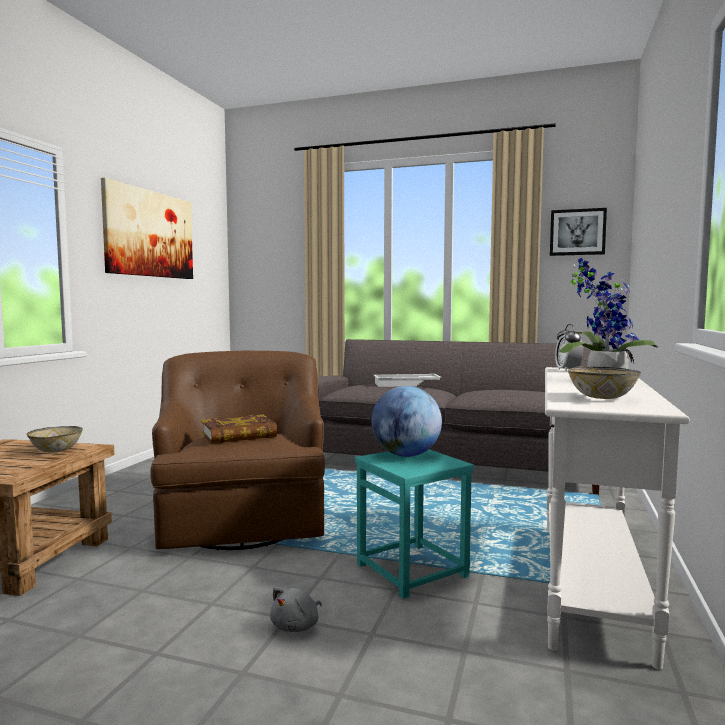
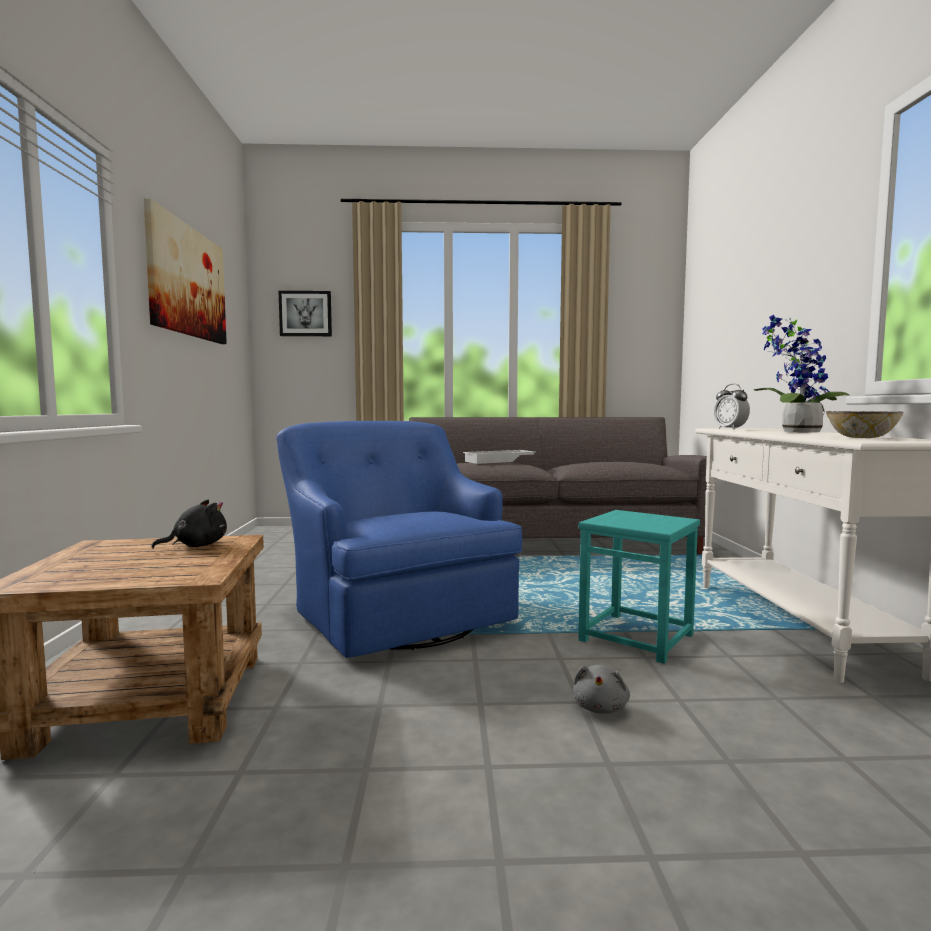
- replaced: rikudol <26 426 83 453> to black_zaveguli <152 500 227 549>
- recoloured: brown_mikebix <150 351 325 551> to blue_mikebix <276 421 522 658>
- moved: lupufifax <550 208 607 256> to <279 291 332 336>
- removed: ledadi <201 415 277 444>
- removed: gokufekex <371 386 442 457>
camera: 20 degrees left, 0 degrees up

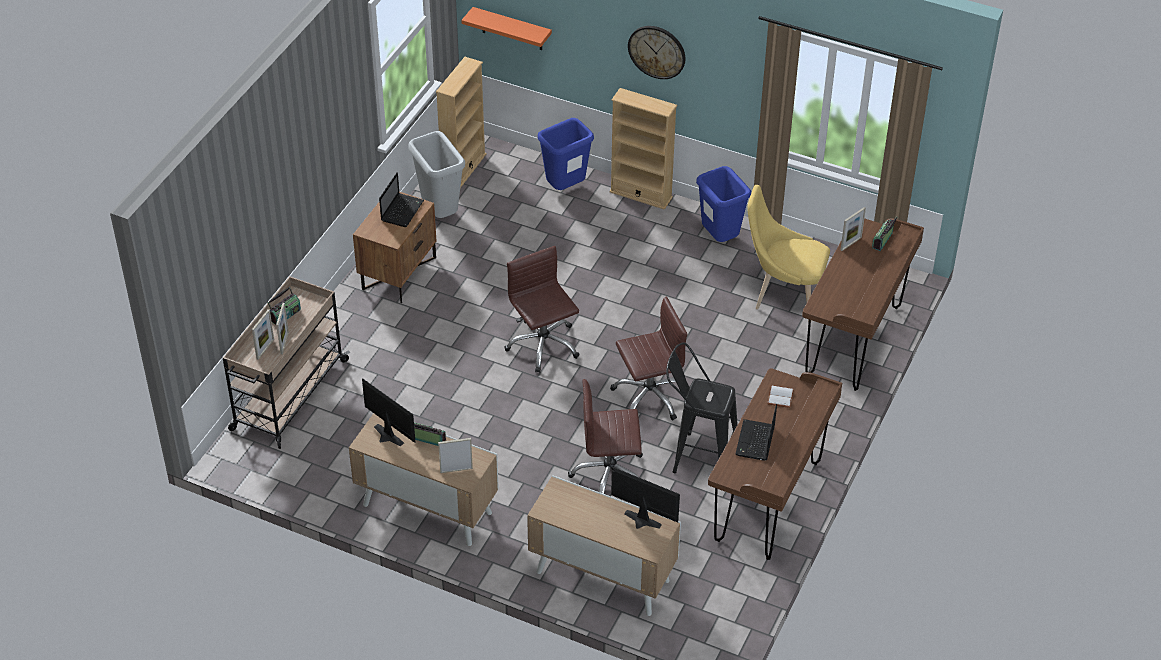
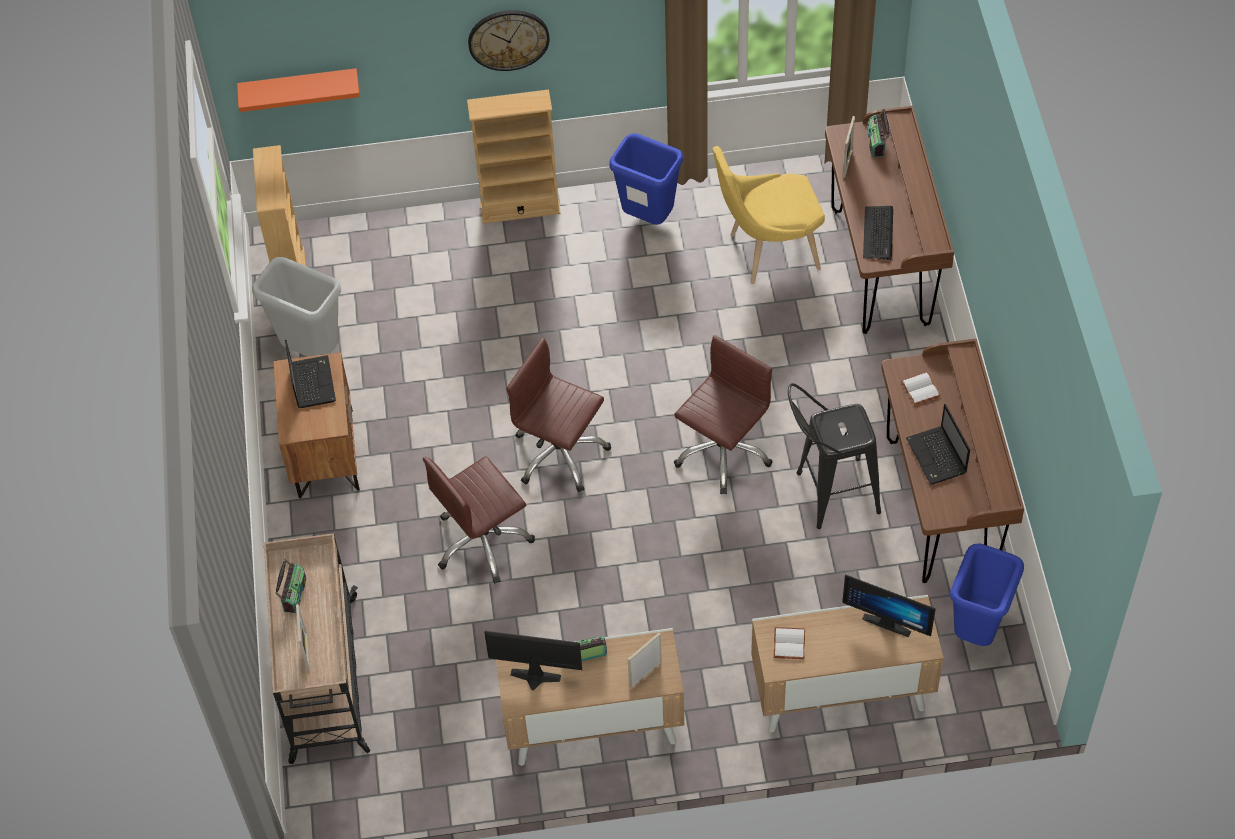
- moved: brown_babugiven <568 379 643 494> to <423 456 535 583>
- added: white_ledadi <774 627 805 659>
- turned: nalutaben <611 467 680 529> = <842 575 936 637> 150 degrees counterclockwise
- added: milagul <863 206 893 260>
- moved: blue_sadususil <538 118 594 190> to <950 543 1024 646>
- removed: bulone <276 303 289 355>
camera: 30 degrees left, 10 degrees up

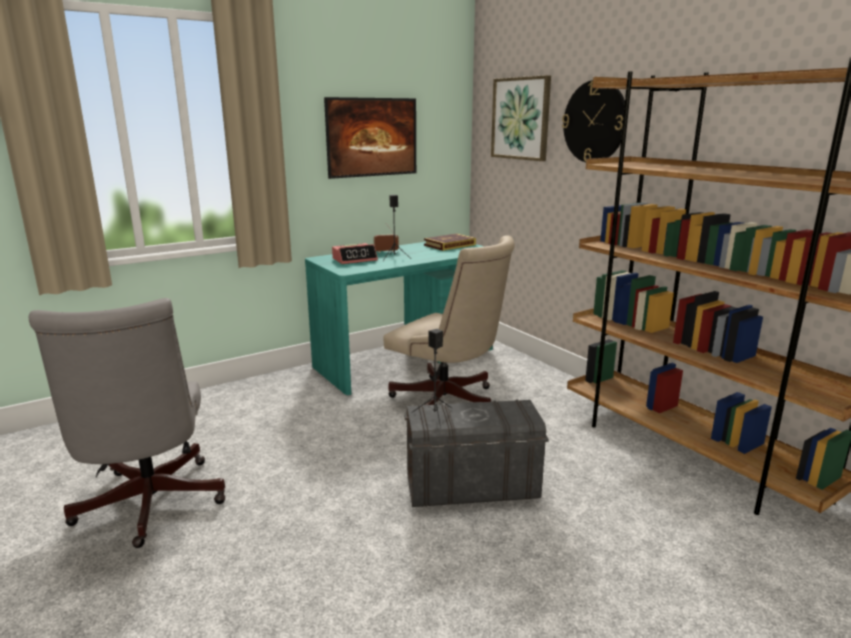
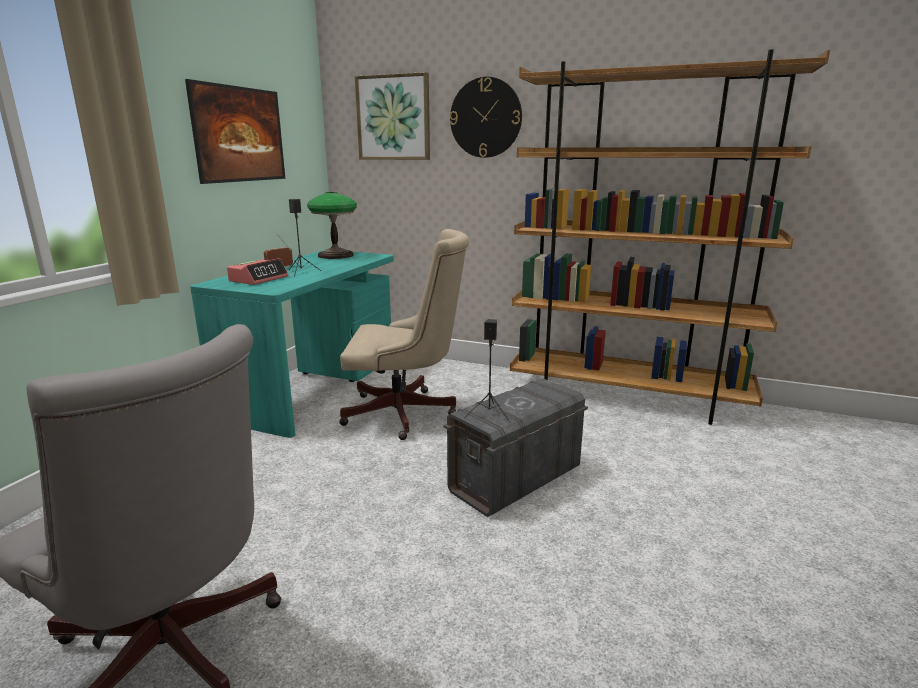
- replaced: ledadi <424 233 476 251> to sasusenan <307 192 357 259>
camera: 35 degrees left, 0 degrees up

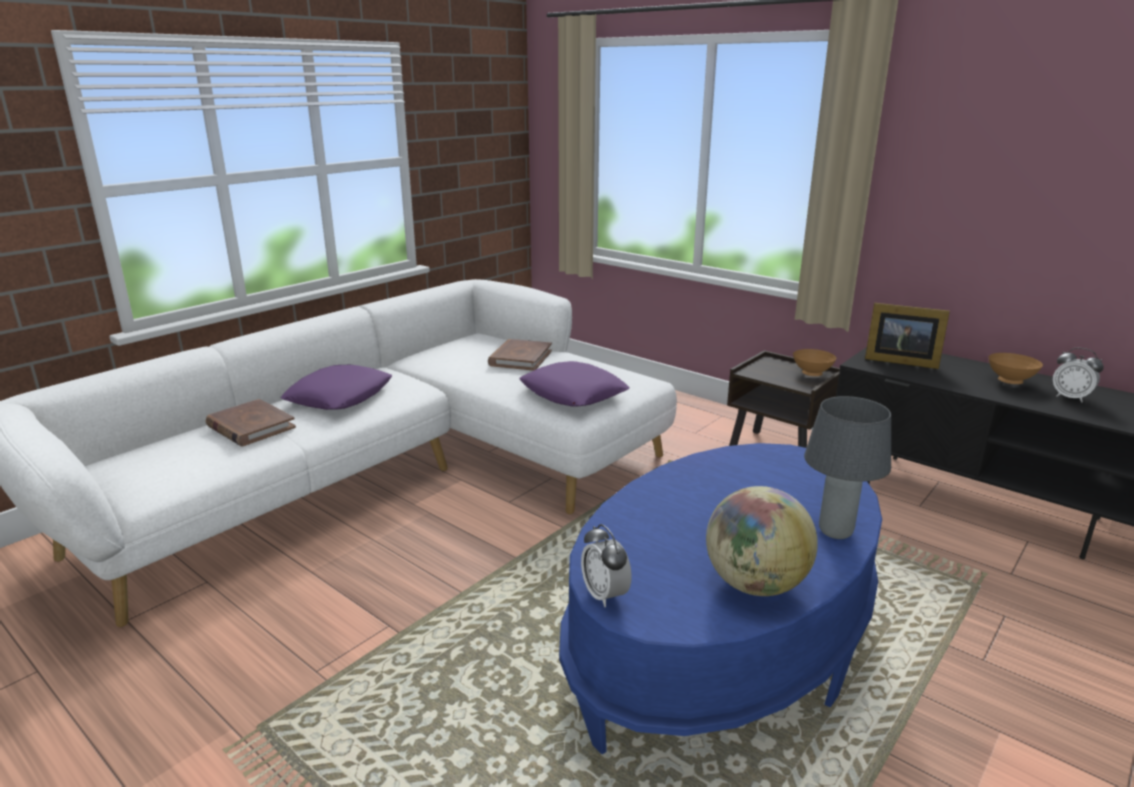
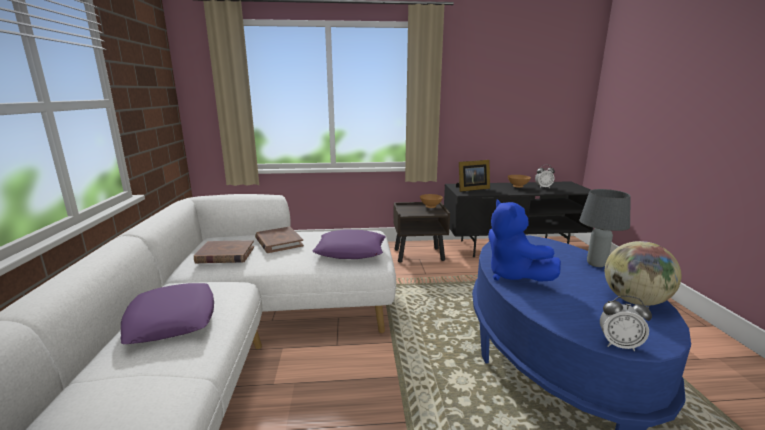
- moved: brown_ledadi <206 399 296 446> to <194 240 254 264>
- added: blue_zaveguli <488 200 561 282>
camera: 45 degrees left, 5 degrees down

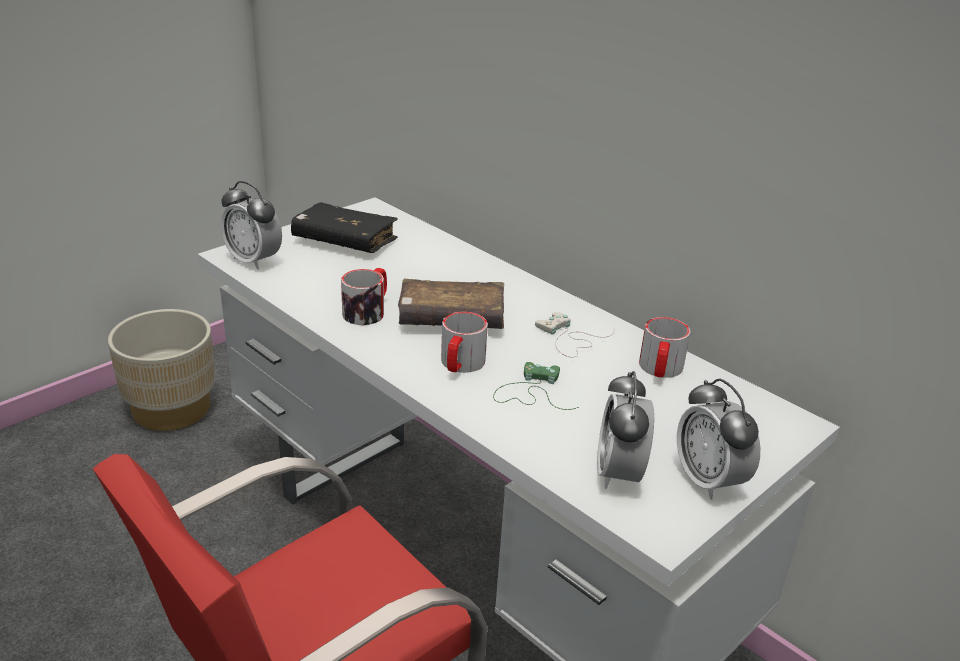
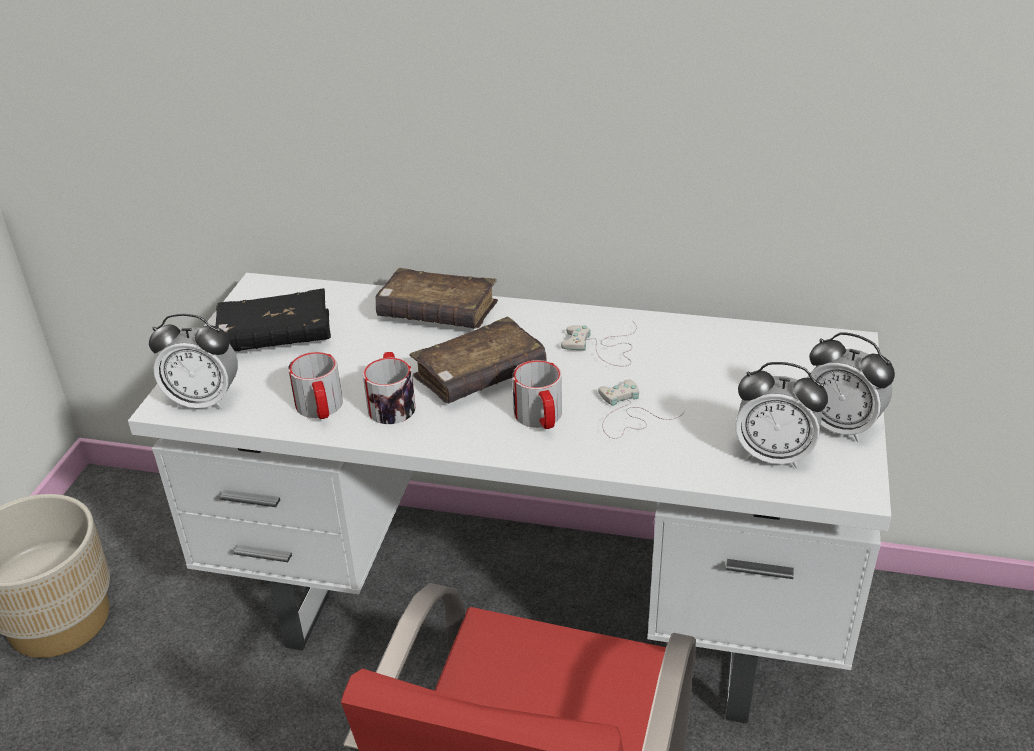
- moved: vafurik <639 317 690 378> to <288 352 343 419>
- added: brown_ledadi <375 268 498 329>
- recoloured: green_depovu <493 362 579 410> to white_depovu <598 379 685 439>
- turned: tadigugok <597 371 654 489> = <736 362 828 468> 45 degrees counterclockwise
camera: 30 degrees left, 5 degrees up

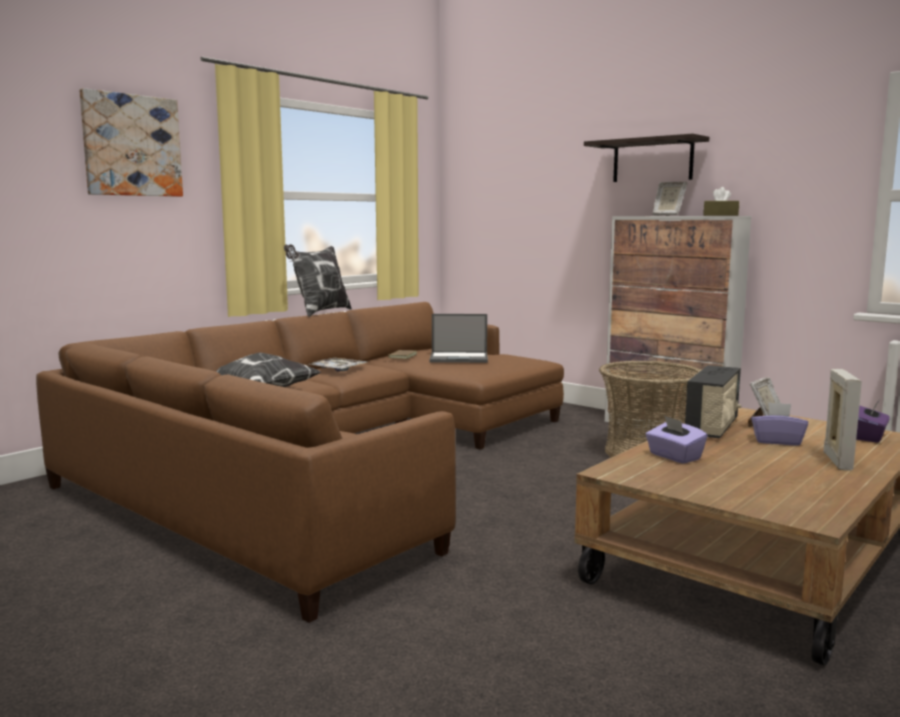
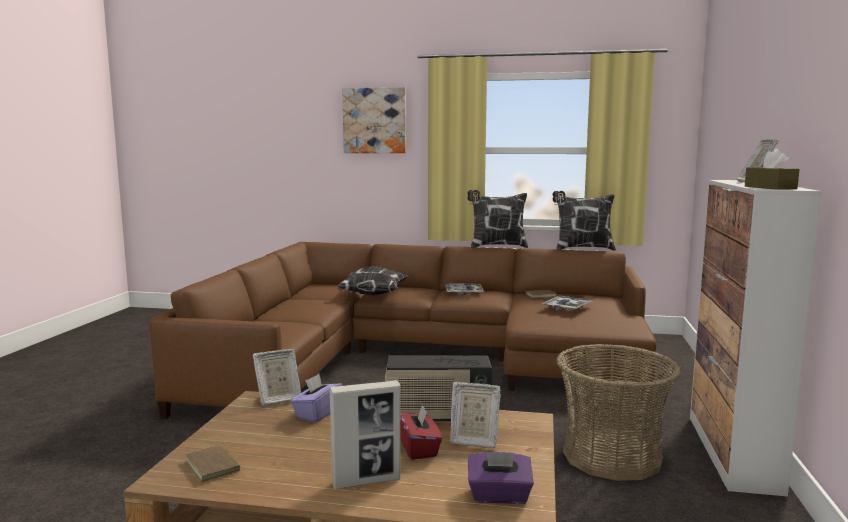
- added: brown_ledadi <185 442 240 482>
- added: bulone <253 349 301 406>
- recoloured: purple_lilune <751 402 808 446> to red_lilune <400 404 442 460>
- replaced: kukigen <430 314 488 363> to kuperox <542 295 593 310>
- added: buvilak <552 191 616 251>
- removed: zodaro <584 134 709 182>
camera: 60 degrees right, 0 degrees up

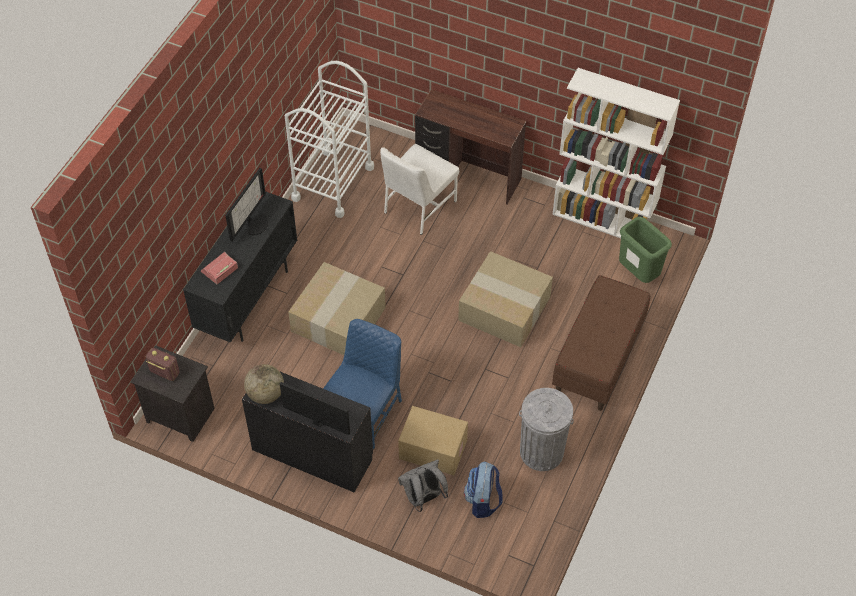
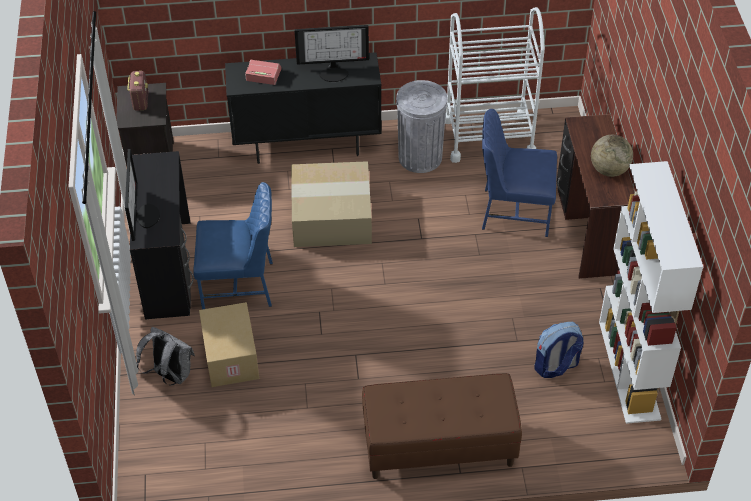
- moved: grey_sadususil <519 388 574 471> to <396 80 447 173>
- recoloured: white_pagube <380 144 459 235> to blue_pagube <482 109 557 237>
- moved: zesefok <464 461 503 518> to <534 322 584 378>
- moved: gokufekex <244 364 284 404> to <591 135 633 177>
- removed: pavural <458 251 553 347>
- removed: green_sadususil <619 217 672 283>
camera: 60 degrees right, 5 degrees down

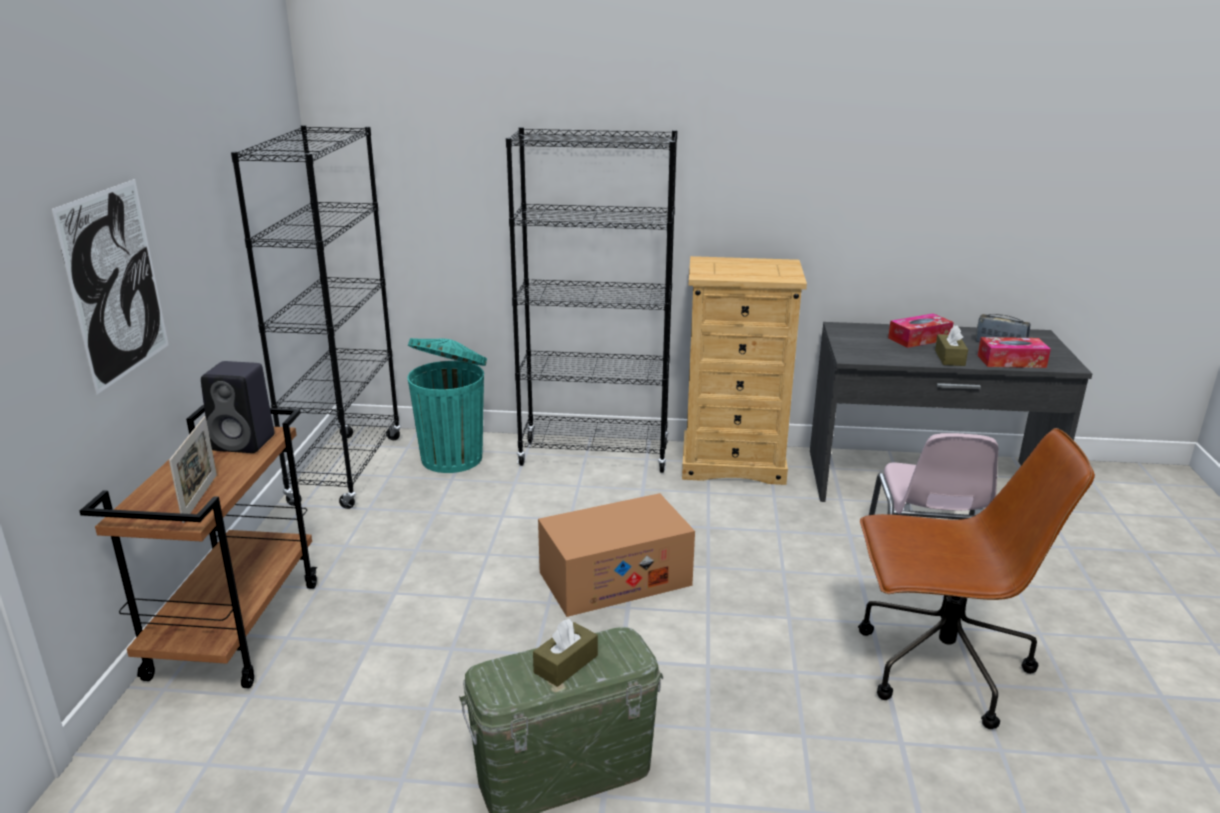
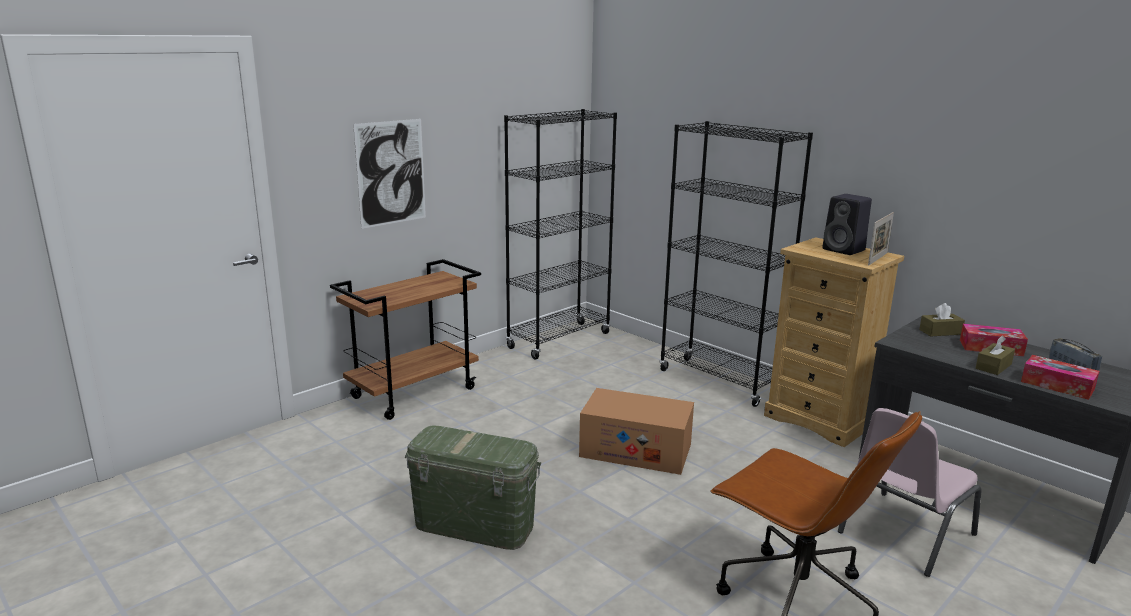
- moved: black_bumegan <201 361 275 453> to <822 194 872 255>
- moved: bulone <169 416 217 523> to <868 212 894 266>
- moved: brown_lilune <533 619 598 687> to <919 303 965 336>
- removed: turquoise_sadususil <407 338 487 473>
camera: 40 degrees right, 5 degrees down

